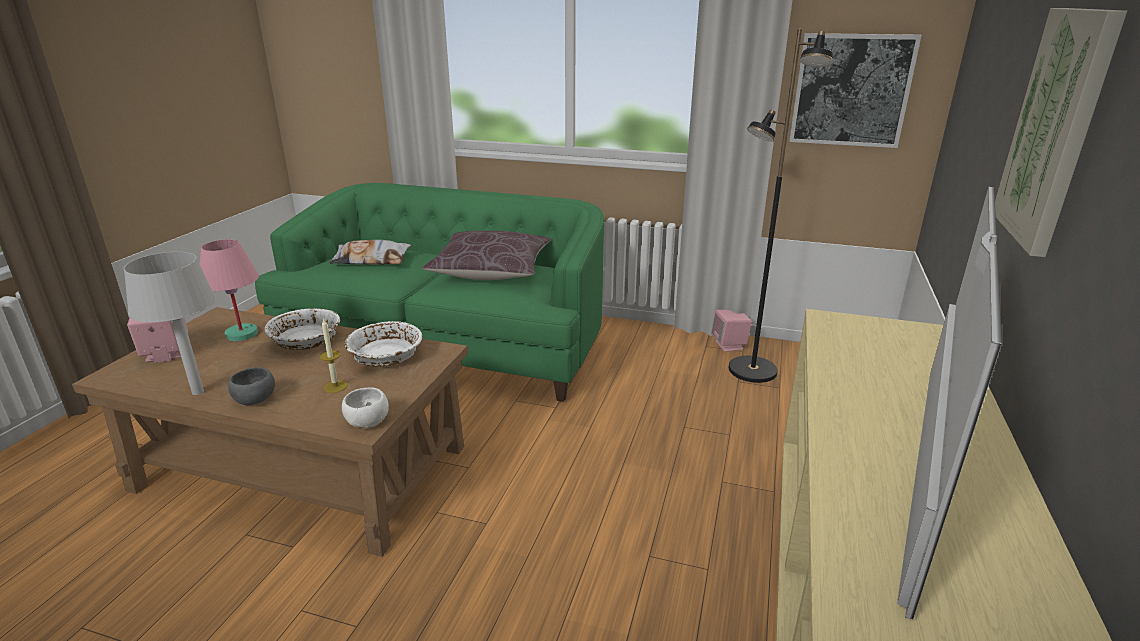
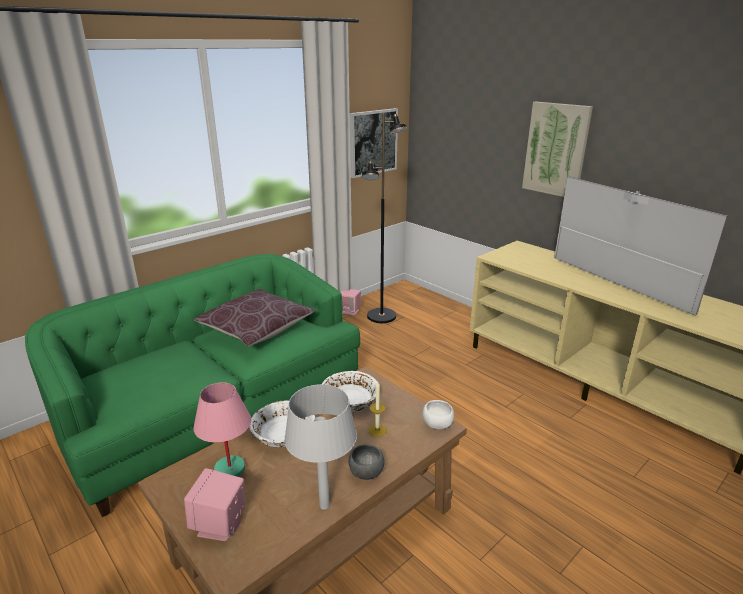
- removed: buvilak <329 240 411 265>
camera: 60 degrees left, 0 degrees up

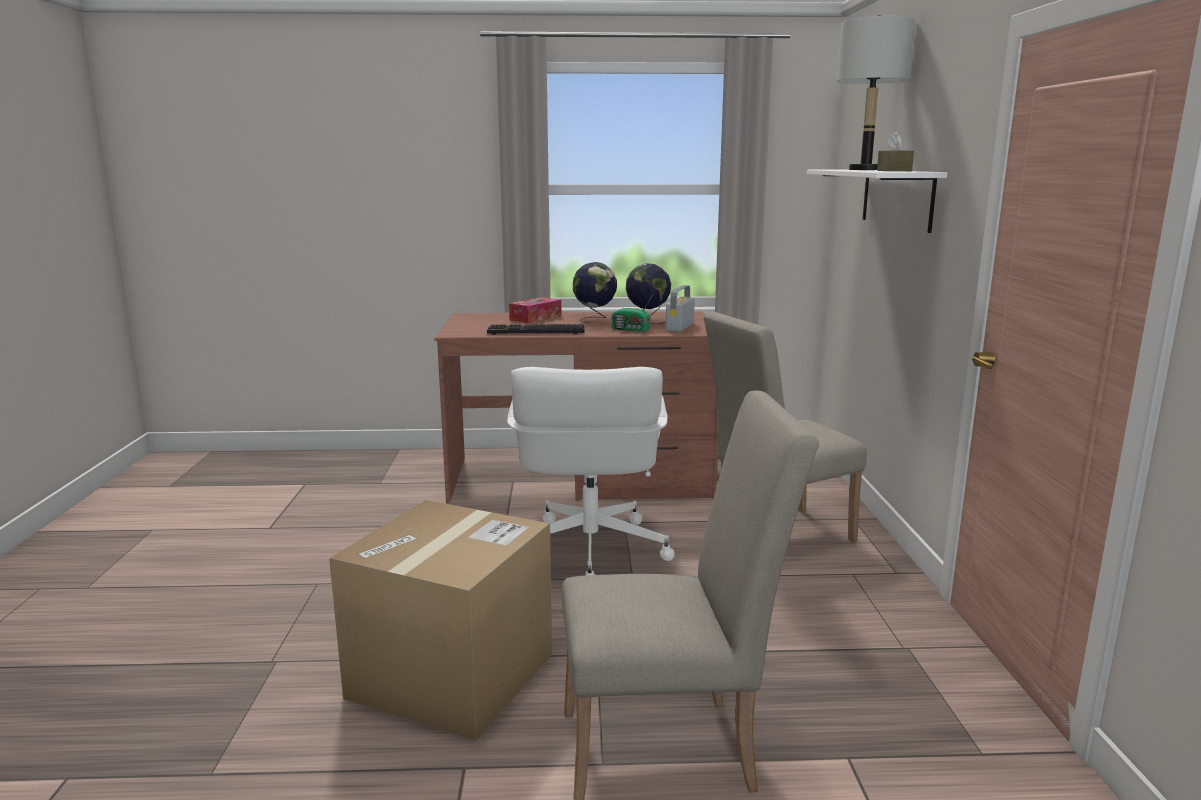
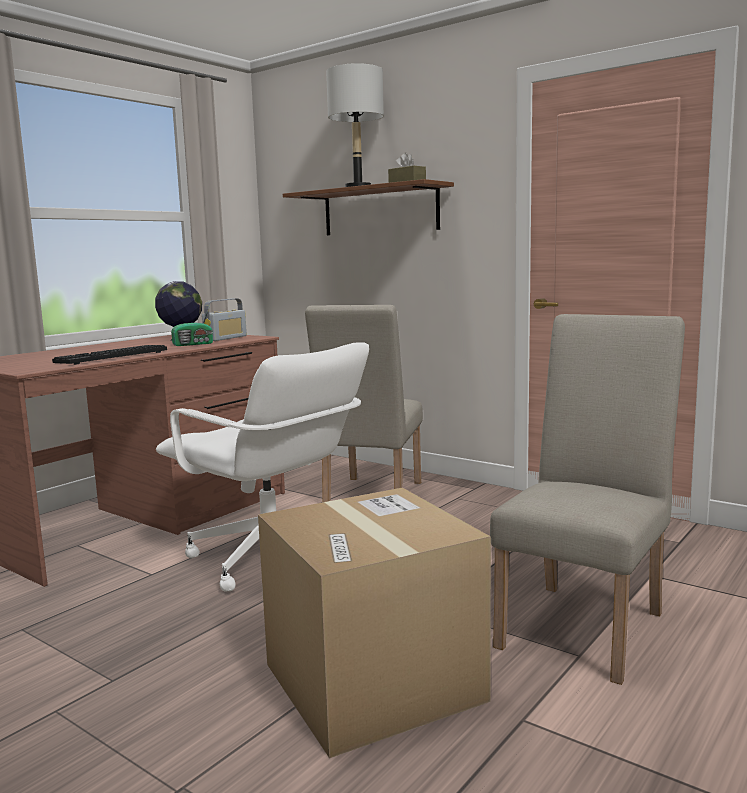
- turned: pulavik <666 285 695 332> = <202 298 247 341> 120 degrees counterclockwise
- recoloured: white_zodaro <807 170 947 233> to brown_zodaro <283 179 454 235>
- removed: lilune <509 297 561 323>
- removed: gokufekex <573 262 617 323>
camera: 50 degrees left, 5 degrees down

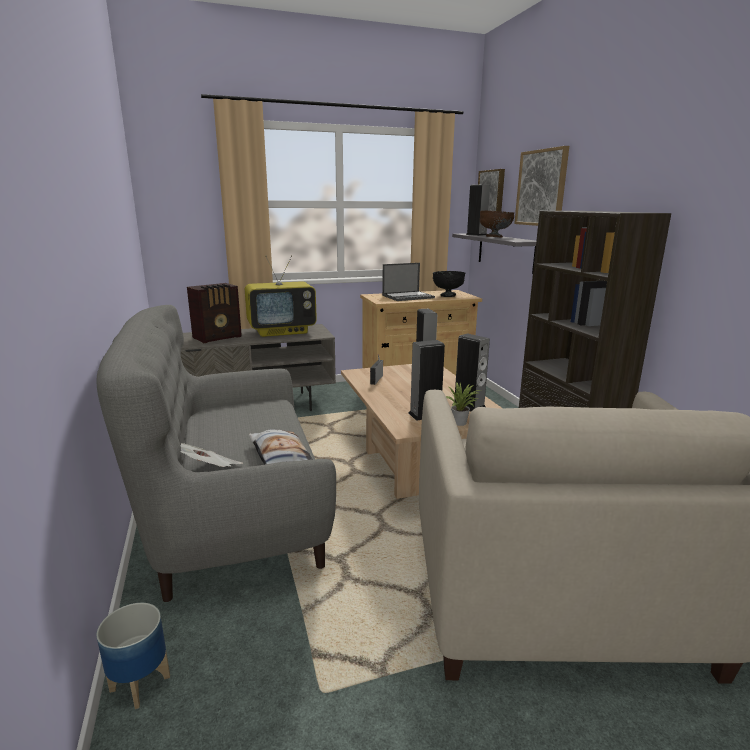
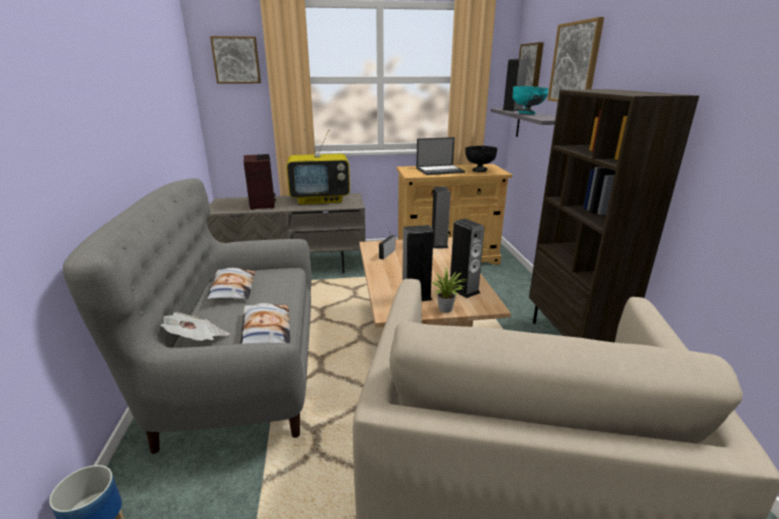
- added: buvilak <207 268 255 299>
- added: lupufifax <210 36 261 84>
- turned: pulavik <187 283 242 343> = <244 154 276 210> 75 degrees counterclockwise
- recoloured: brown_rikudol <480 211 514 238> to turquoise_rikudol <513 86 549 114>
camera: 10 degrees right, 5 degrees up

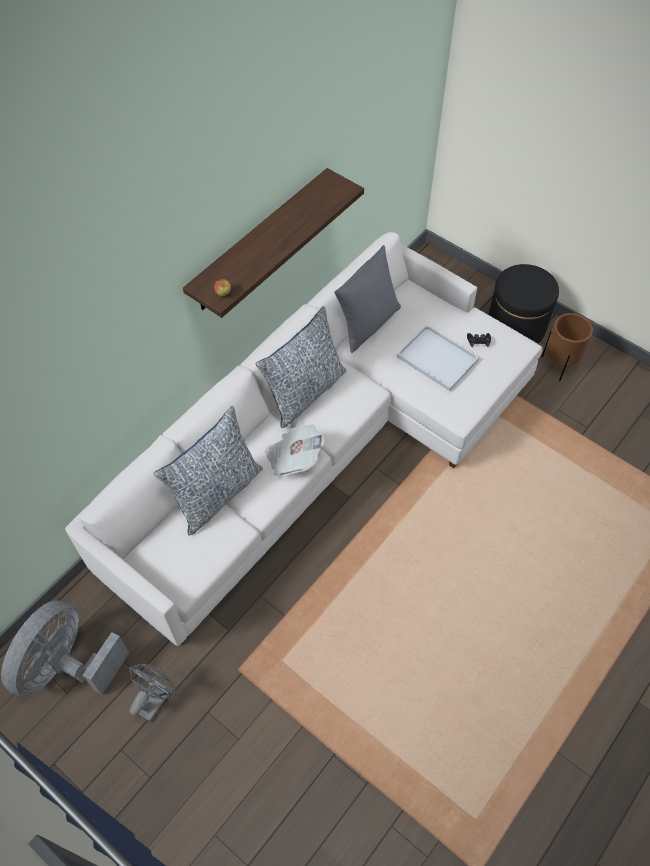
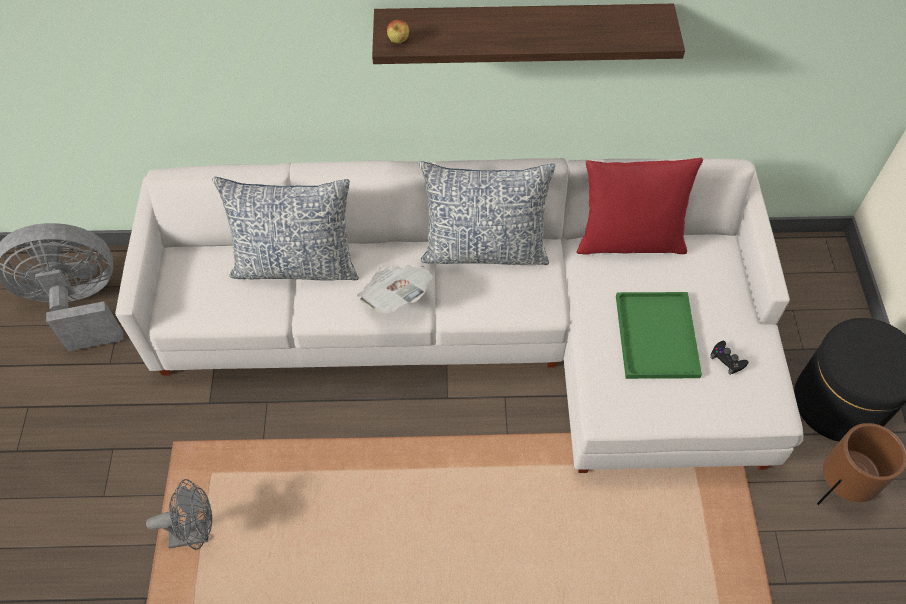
- moved: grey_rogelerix <129 664 176 722> to <146 479 212 550>
- recoloured: grey_buvilak <334 245 401 353> to red_buvilak <577 158 703 255>
- recoloured: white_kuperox <397 325 479 391> to green_kuperox <616 292 702 379>
camera: 50 degrees right, 0 degrees up

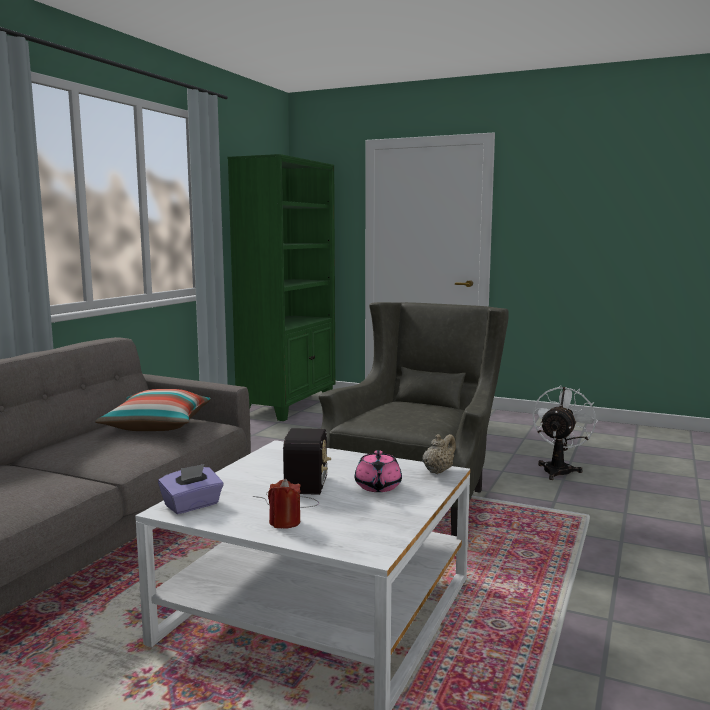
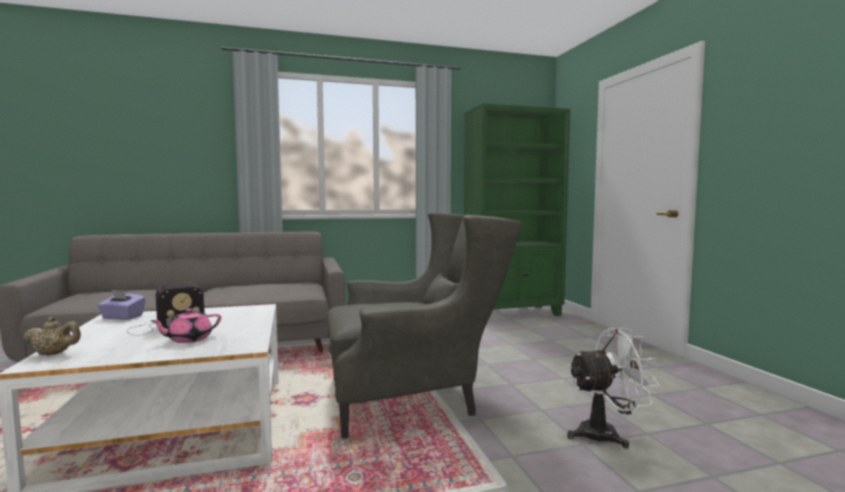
- moved: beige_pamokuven <422 434 456 474> to <23 317 81 355>
- removed: buvilak <95 389 211 431>
- removed: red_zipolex <268 479 301 529>
camera: 50 degrees right, 5 degrees down

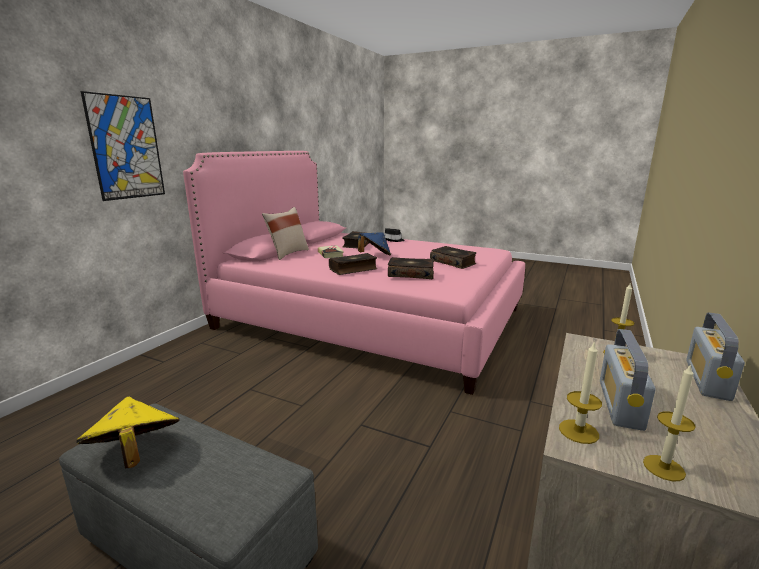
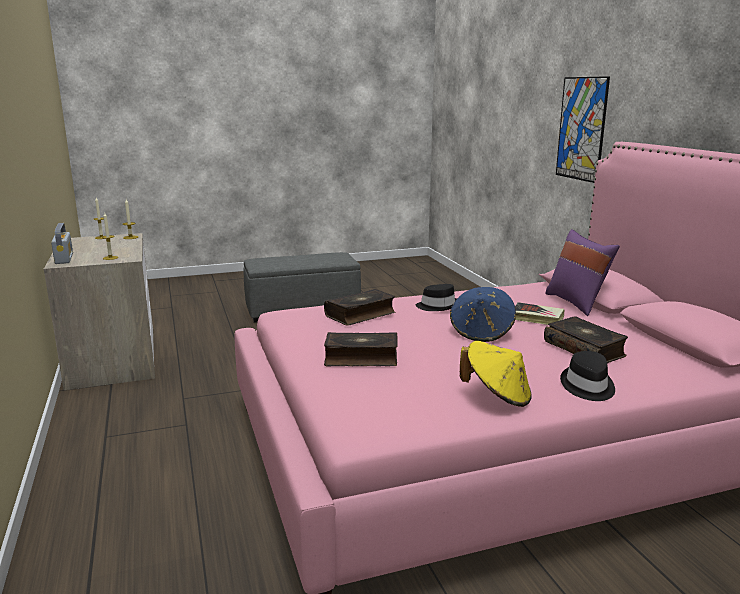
- replaced: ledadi <329 253 377 275> to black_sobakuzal <416 284 457 311>
- moved: yellow_sobakuzal <76 397 180 468> to <460 341 532 407>
- recoloured: beige_buvilak <262 207 309 260> to purple_buvilak <545 229 620 316>
- removed: pulavik <600 329 656 431>
camera: 135 degrees right, 0 degrees up

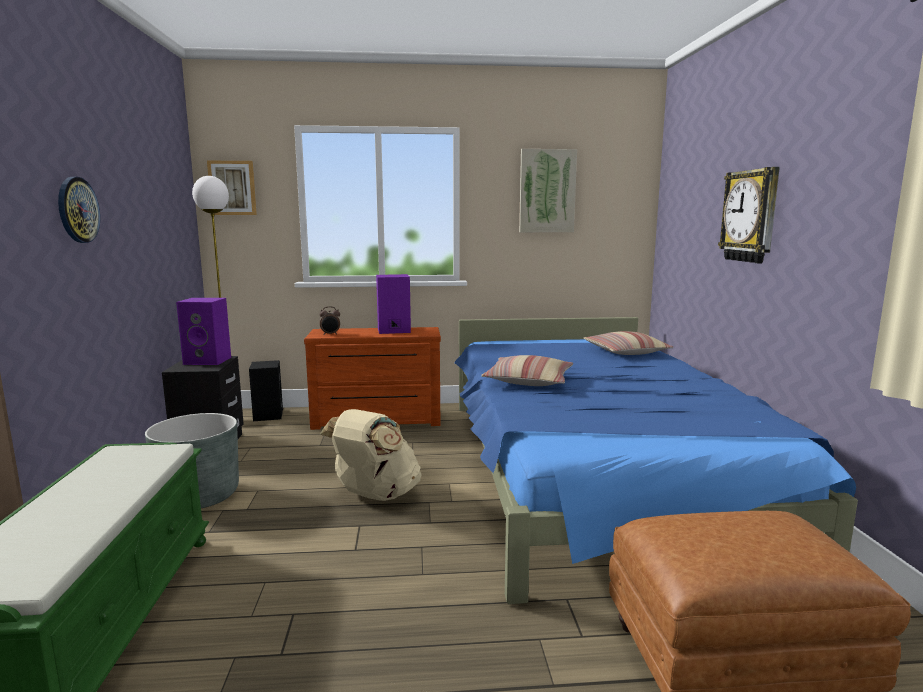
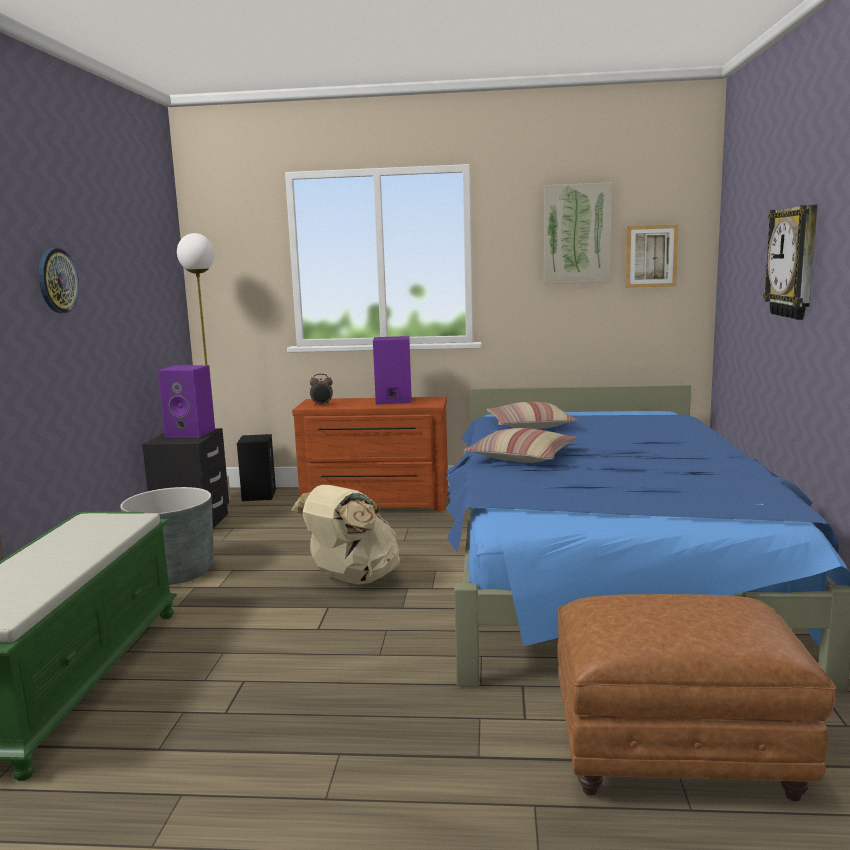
- moved: buvilak <584 331 673 355> to <487 402 577 429>
- moved: lupufifax <207 161 257 215> to <625 225 678 288>
camera: 10 degrees right, 0 degrees up

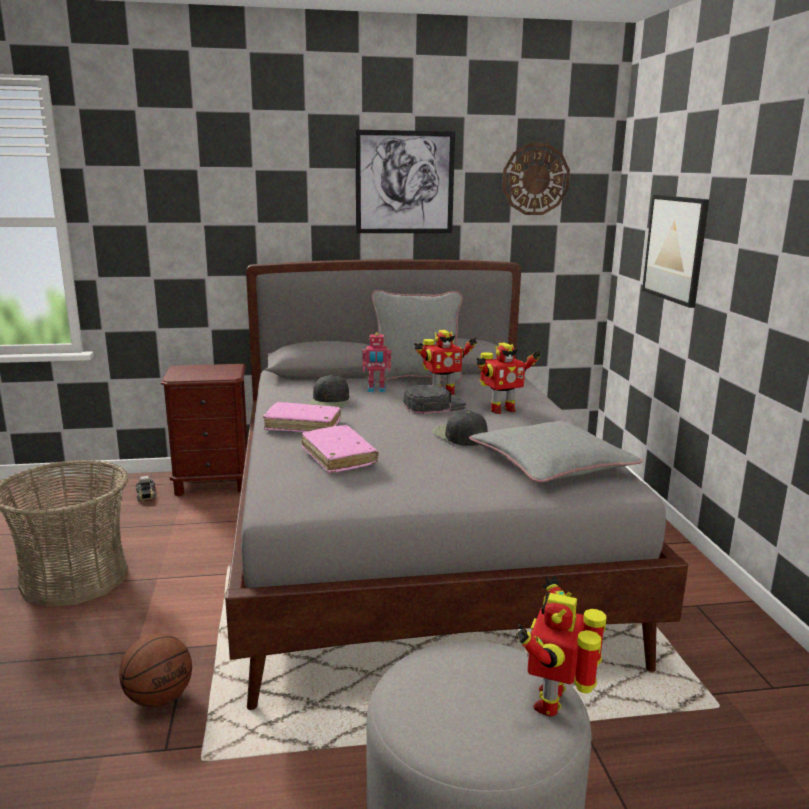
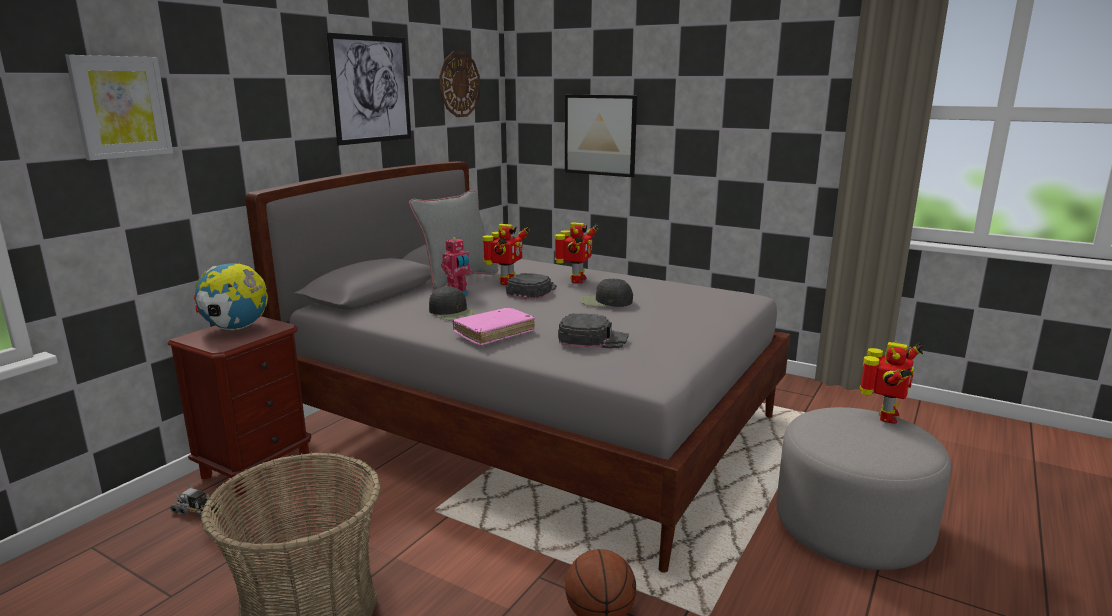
- added: lupufifax <65 55 173 161>
- added: gokufekex <194 263 268 330>
- replaced: pink_ledadi <302 425 379 473> to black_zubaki <558 313 629 349>
- turned: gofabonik <516 576 606 716> = <860 342 923 423> 120 degrees counterclockwise
- removed: grey_buvilak <469 421 642 482>
camera: 50 degrees left, 0 degrees up

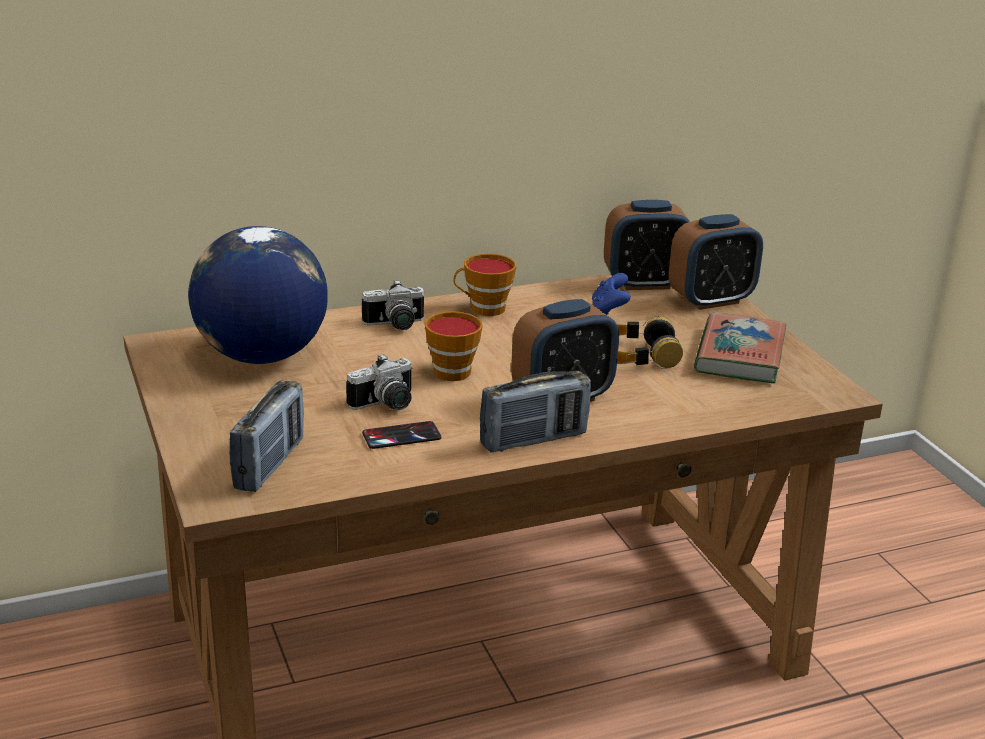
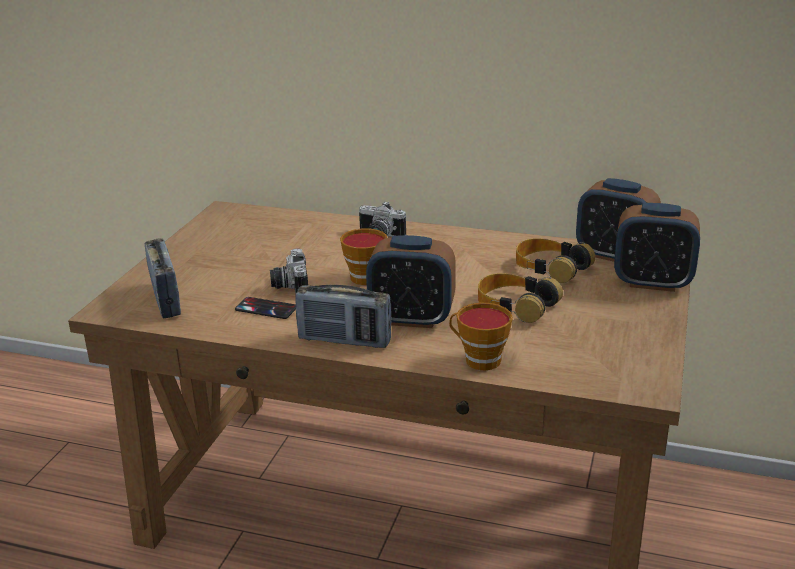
- turned: pulavik <229 380 304 492> = <145 238 181 318> 75 degrees counterclockwise
- turned: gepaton <346 354 412 410> = <270 249 308 294> 75 degrees clockwise
- moved: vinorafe <453 253 516 316> to <449 303 513 370>
- replaced: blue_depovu <592 273 631 315> to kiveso <516 238 595 283>
- removed: gokufekex <188 226 328 364>
- removed: ledadi <694 313 787 383>
camera: 40 degrees right, 0 degrees up

